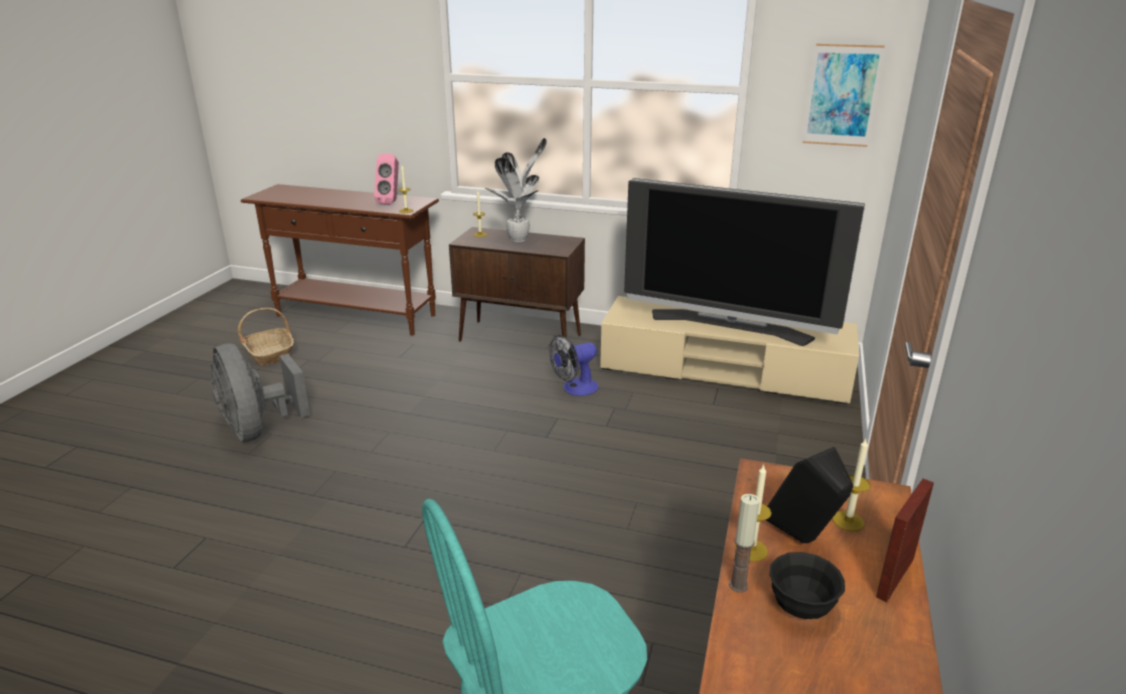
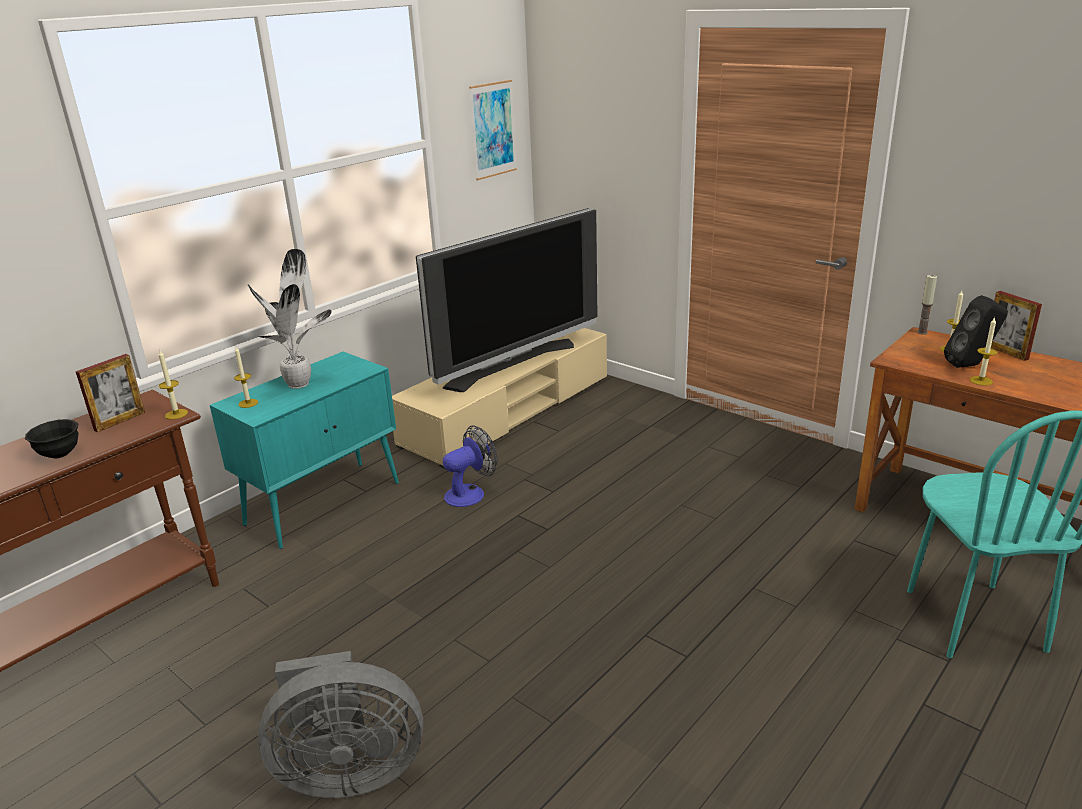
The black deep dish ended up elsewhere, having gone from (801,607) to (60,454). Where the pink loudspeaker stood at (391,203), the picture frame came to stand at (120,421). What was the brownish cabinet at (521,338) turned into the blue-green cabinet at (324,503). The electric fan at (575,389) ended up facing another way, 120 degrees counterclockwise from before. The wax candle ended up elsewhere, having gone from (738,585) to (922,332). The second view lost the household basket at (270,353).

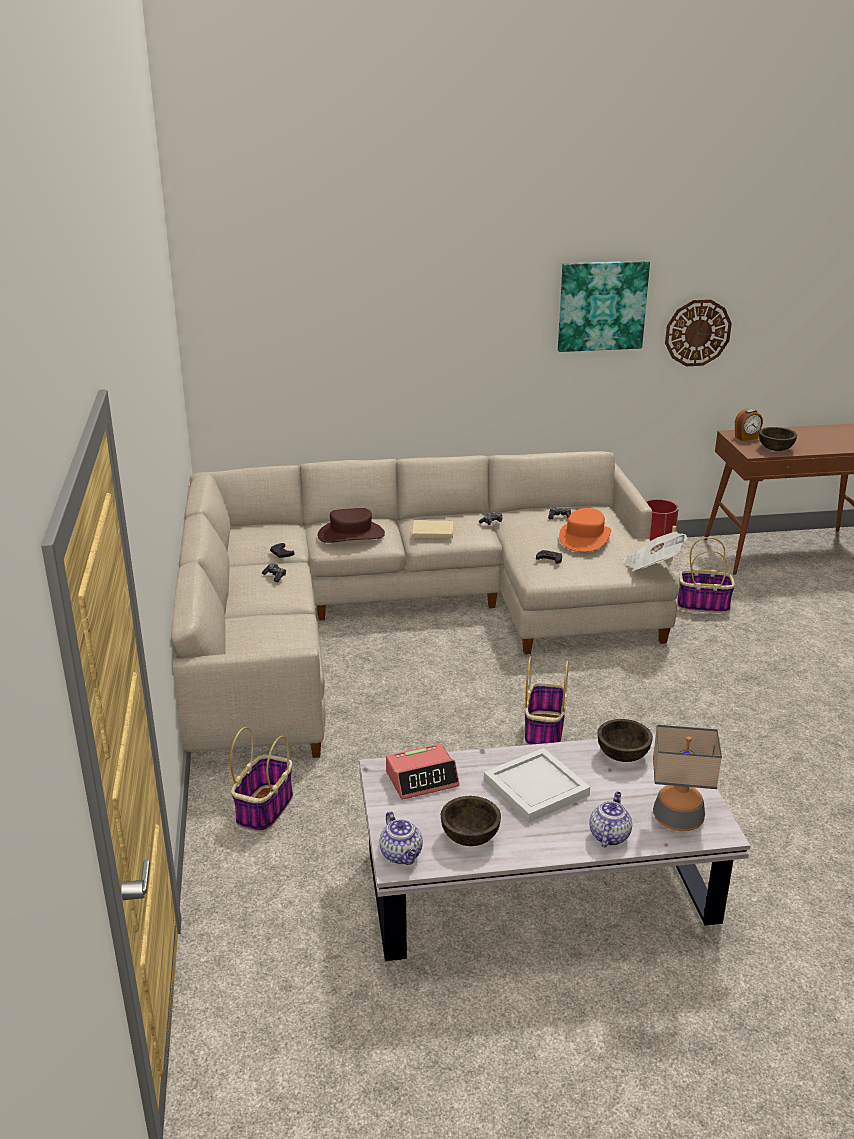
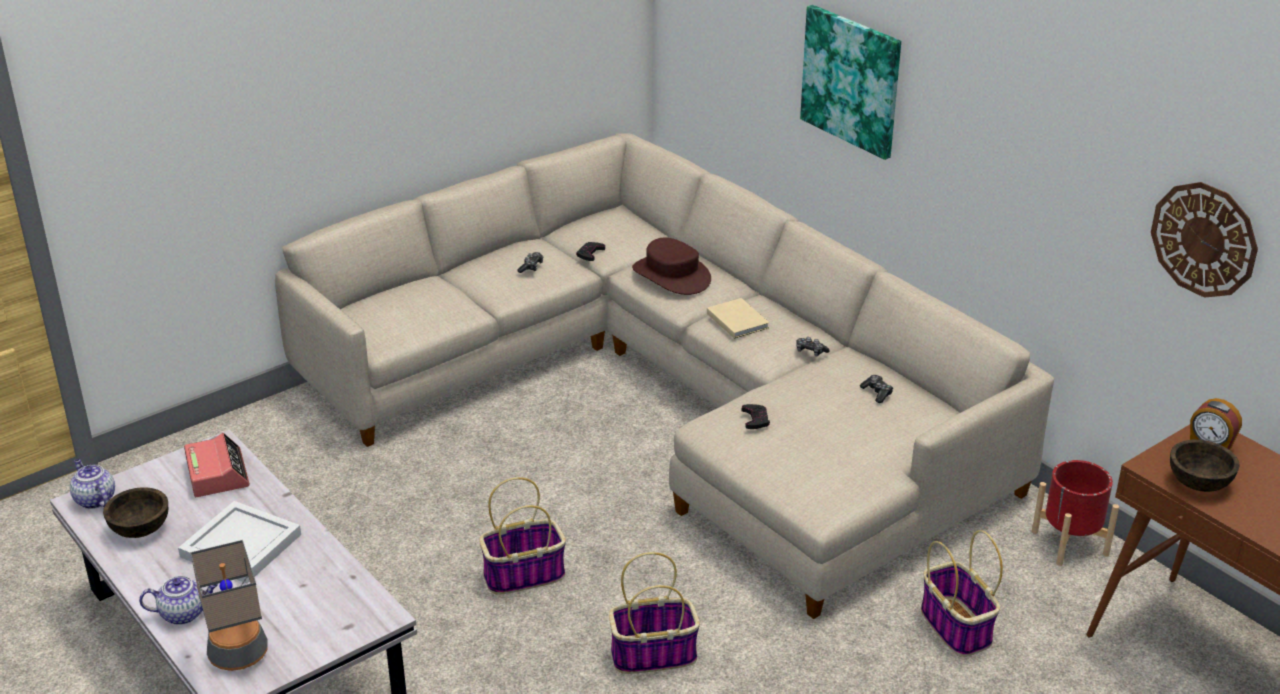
The teapot at (402,855) ended up facing another way, 105 degrees clockwise from before. The alarm clock at (422,779) ended up facing another way, 150 degrees counterclockwise from before. The household basket ended up elsewhere, having gone from (265,808) to (654,654). The picture ended up elsewhere, having gone from (602,305) to (852,80). The second view lost the orange hat at (584,537). The second view lost the brownish deep dish at (623,755). The second view lost the daily paper at (652,565).

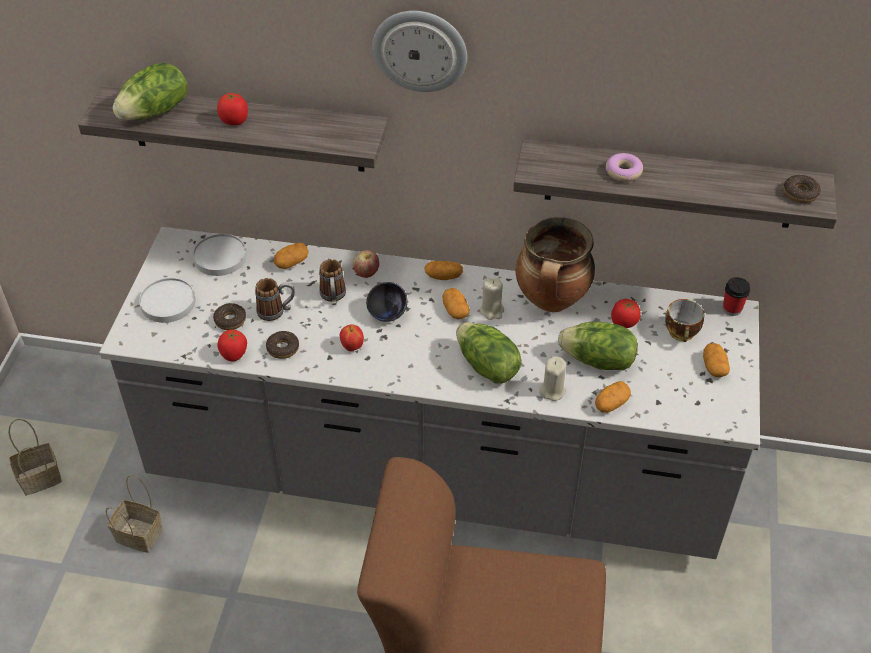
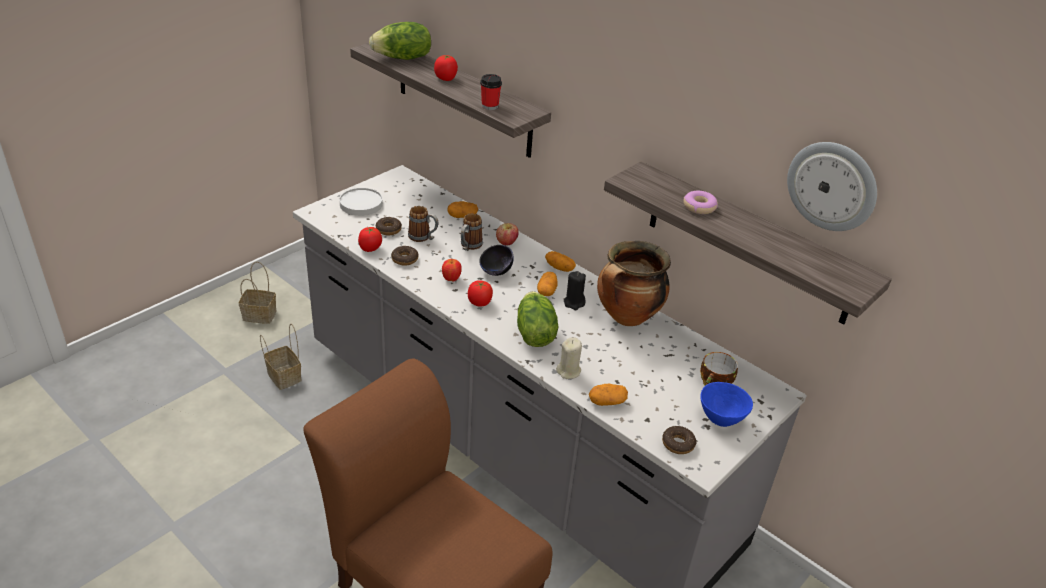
The tomato ended up elsewhere, having gone from (623,323) to (479,303). The drinking cup ended up elsewhere, having gone from (732,309) to (490,106). What was the beige wax candle at (492,311) turned into the black wax candle at (574,303). The ring doughnut ended up elsewhere, having gone from (800,193) to (678,444). Where the whole potato stood at (714,367), the bluish deep dish came to stand at (720,420). The clock on the wall ended up elsewhere, having gone from (420,50) to (832,186). The second view lost the white-coloured dinner plate at (220,257). The second view lost the head of lettuce at (598,361).

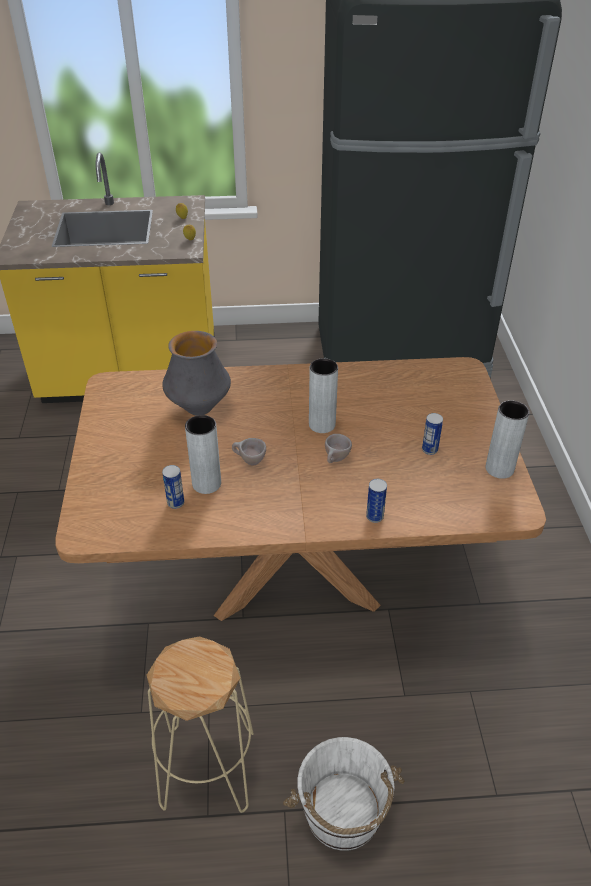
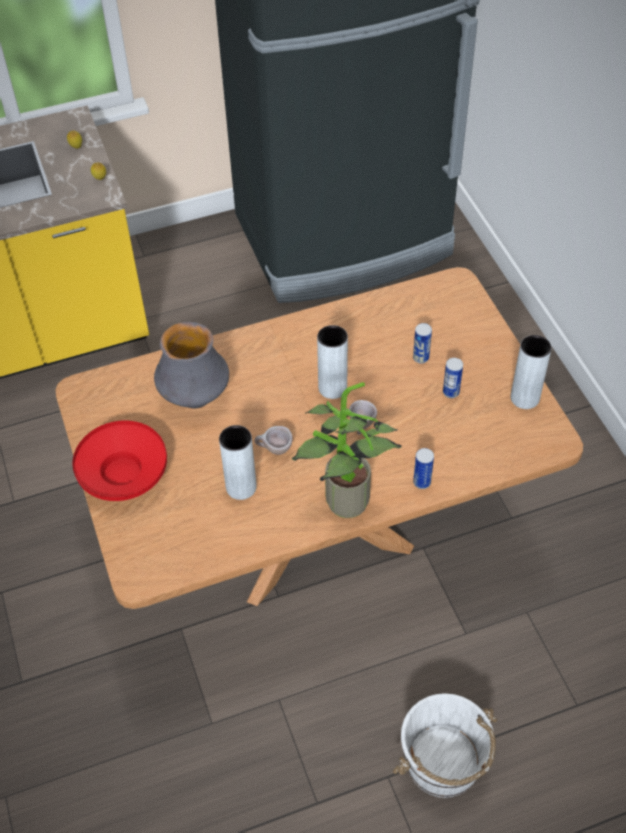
The second view gained the reddish deep dish at (123,475). The second view gained the potted plant at (343,506). The can ended up elsewhere, having gone from (175,503) to (421,357). The second view lost the beige stool seat at (206,768).

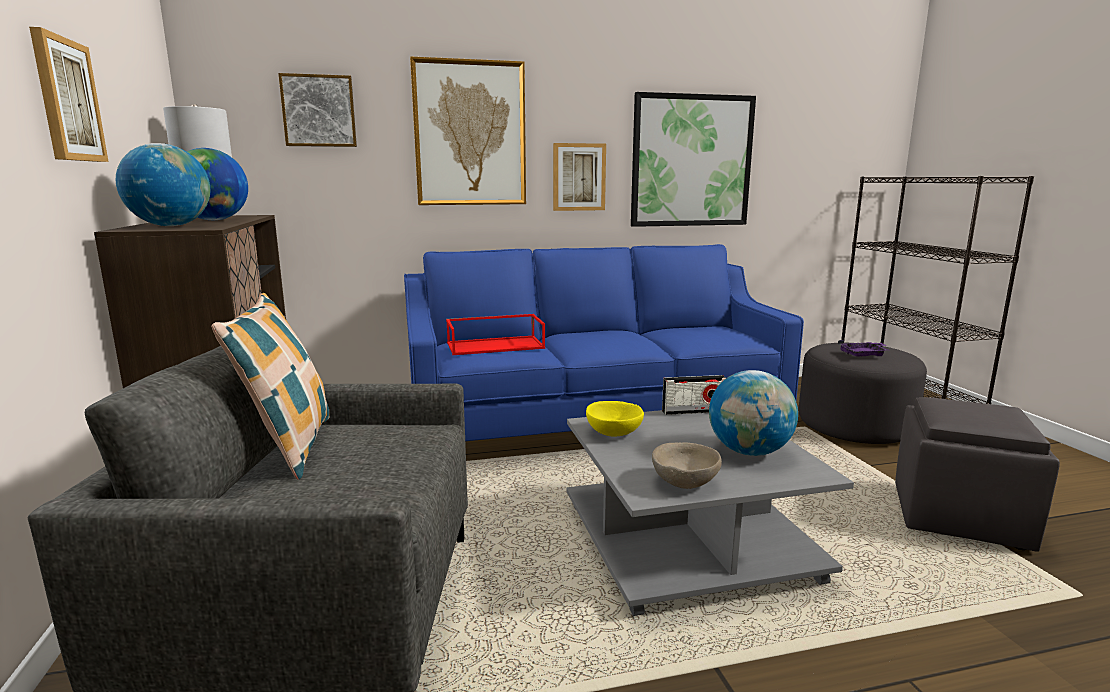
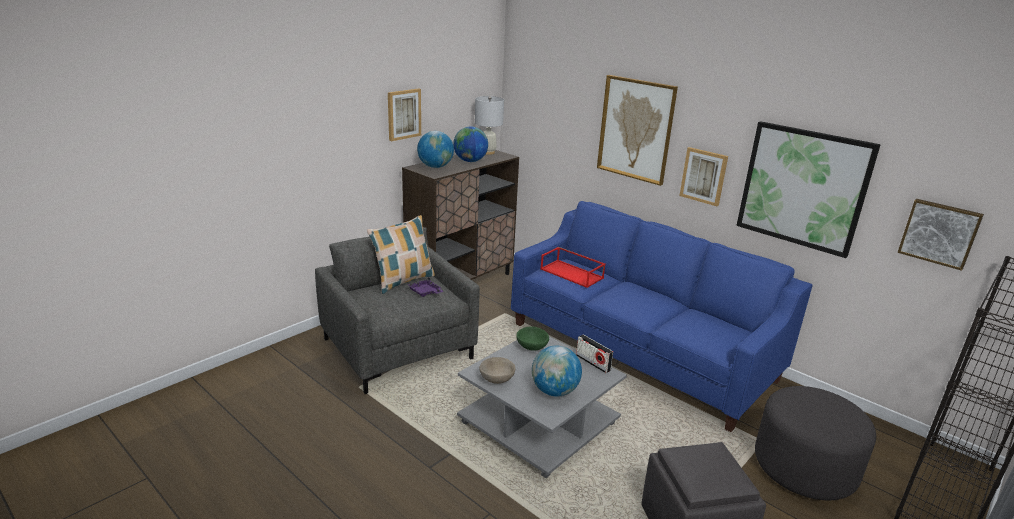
The purple tray ended up elsewhere, having gone from (863,355) to (425,292). What was the yellow deep dish at (614,433) turned into the greenish deep dish at (531,347). The picture ended up elsewhere, having gone from (319,111) to (939,233).

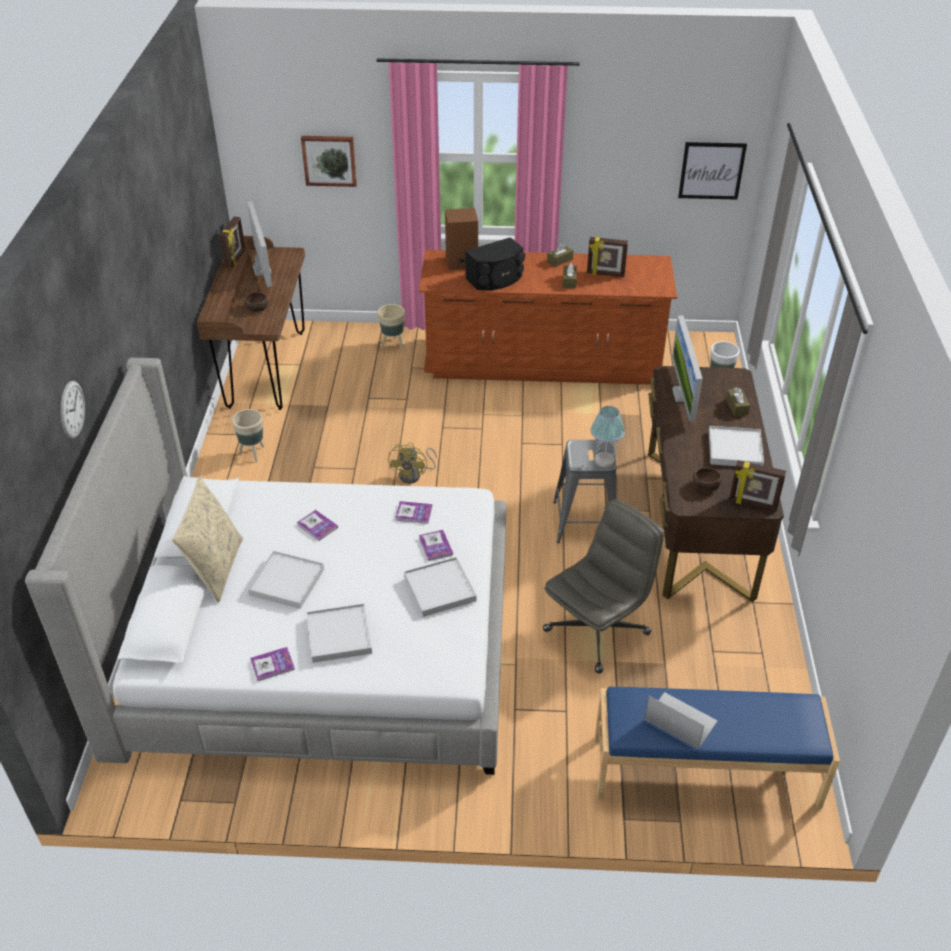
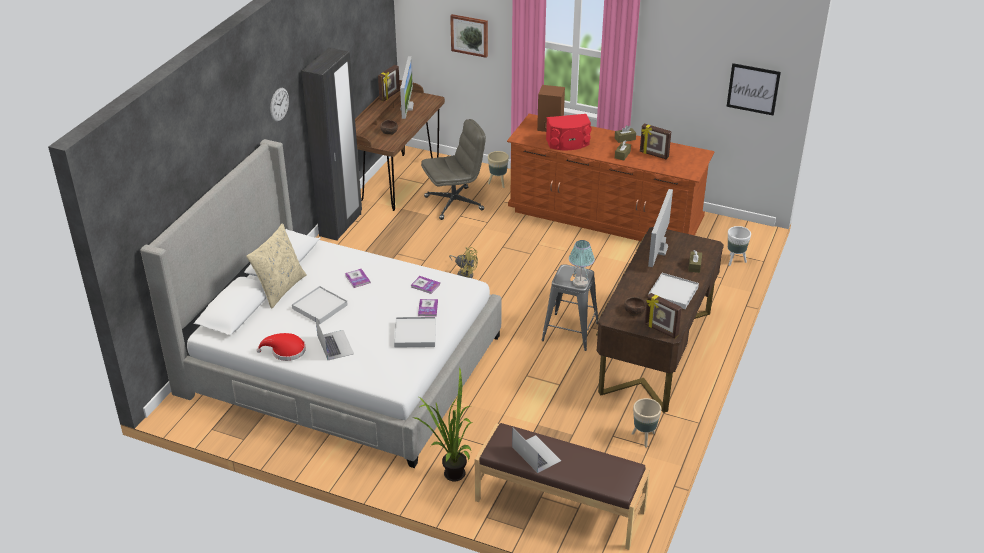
Where the volume stood at (272,665), the reddish hat came to stand at (285,351). The clock on the wall ended up elsewhere, having gone from (72,409) to (279,104). The second view gained the black wardrobe at (341,225). Where the white-coloured tray stood at (339,635), the notebook computer came to stand at (335,345). The second view gained the potted plant at (449,475). The grey office chair ended up elsewhere, having gone from (597,631) to (454,203). The yellow electric fan at (414,475) ended up facing another way, 90 degrees counterclockwise from before. What was the bluish long seat at (705,772) turned into the brownish long seat at (559,506). What was the black loudspeaker at (496,279) turned into the reddish loudspeaker at (568,143). The beige planter ended up elsewhere, having gone from (253,453) to (644,438).

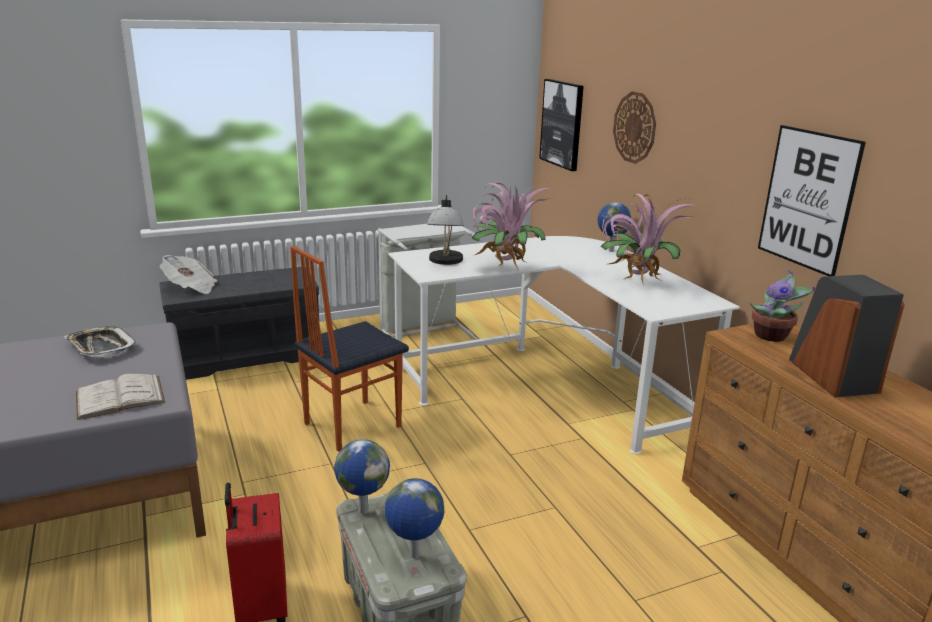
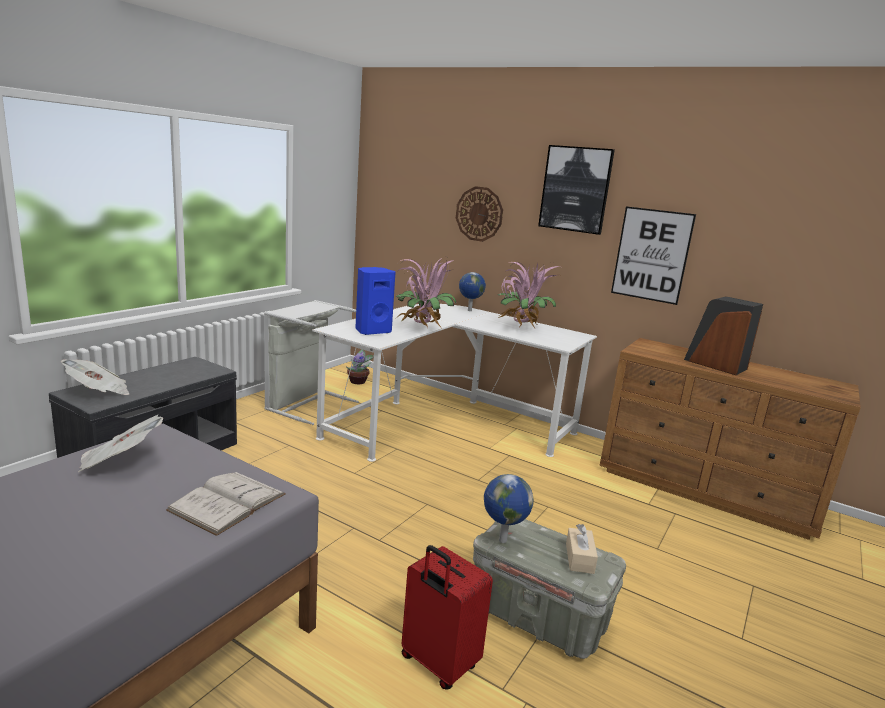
Where the tray stood at (101,347), the daily paper came to stand at (120,462). The potted plant ended up elsewhere, having gone from (772,336) to (358,382). Where the tabletop lamp stood at (445,262), the bluish loudspeaker came to stand at (372,331). The picture ended up elsewhere, having gone from (562,124) to (575,189). Where the desk globe stood at (414,556), the beige box of tissues came to stand at (579,558). The second view lost the plain chair at (351,424).

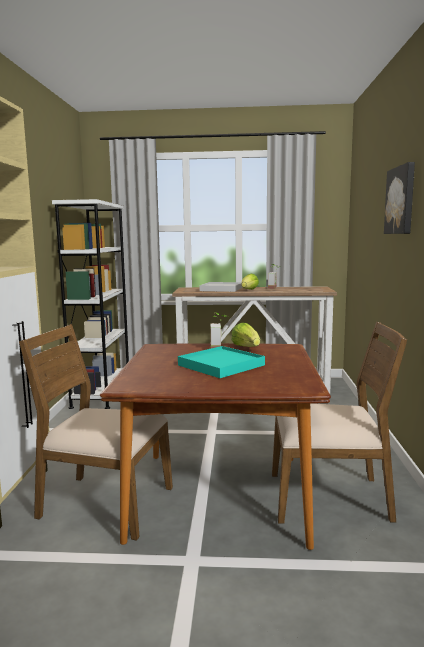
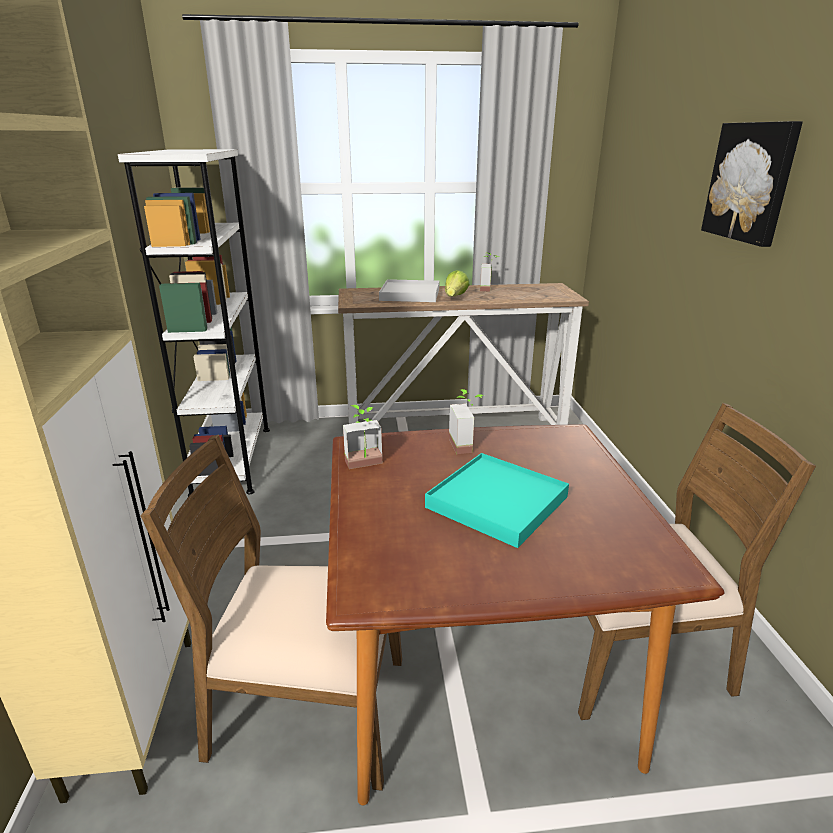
The second view gained the potted plant at (365,465). The second view lost the head of lettuce at (246,347).

